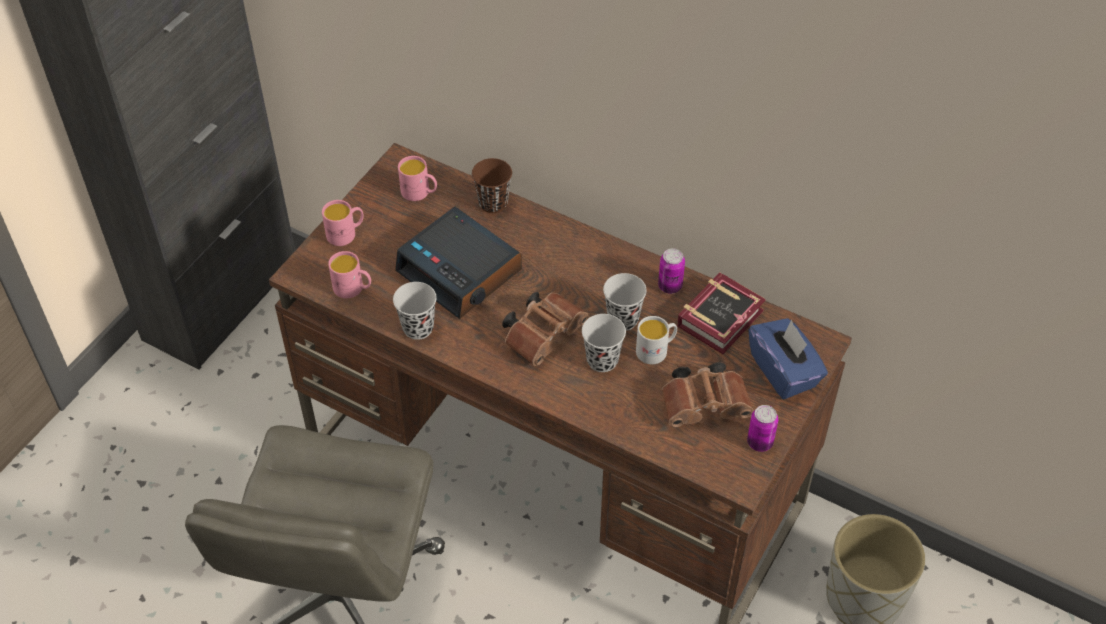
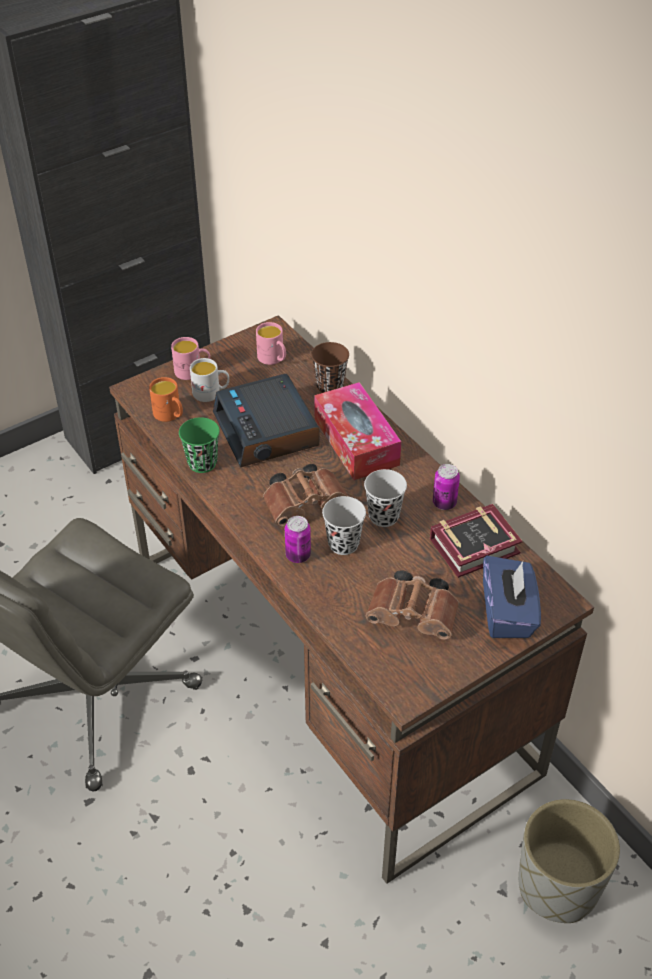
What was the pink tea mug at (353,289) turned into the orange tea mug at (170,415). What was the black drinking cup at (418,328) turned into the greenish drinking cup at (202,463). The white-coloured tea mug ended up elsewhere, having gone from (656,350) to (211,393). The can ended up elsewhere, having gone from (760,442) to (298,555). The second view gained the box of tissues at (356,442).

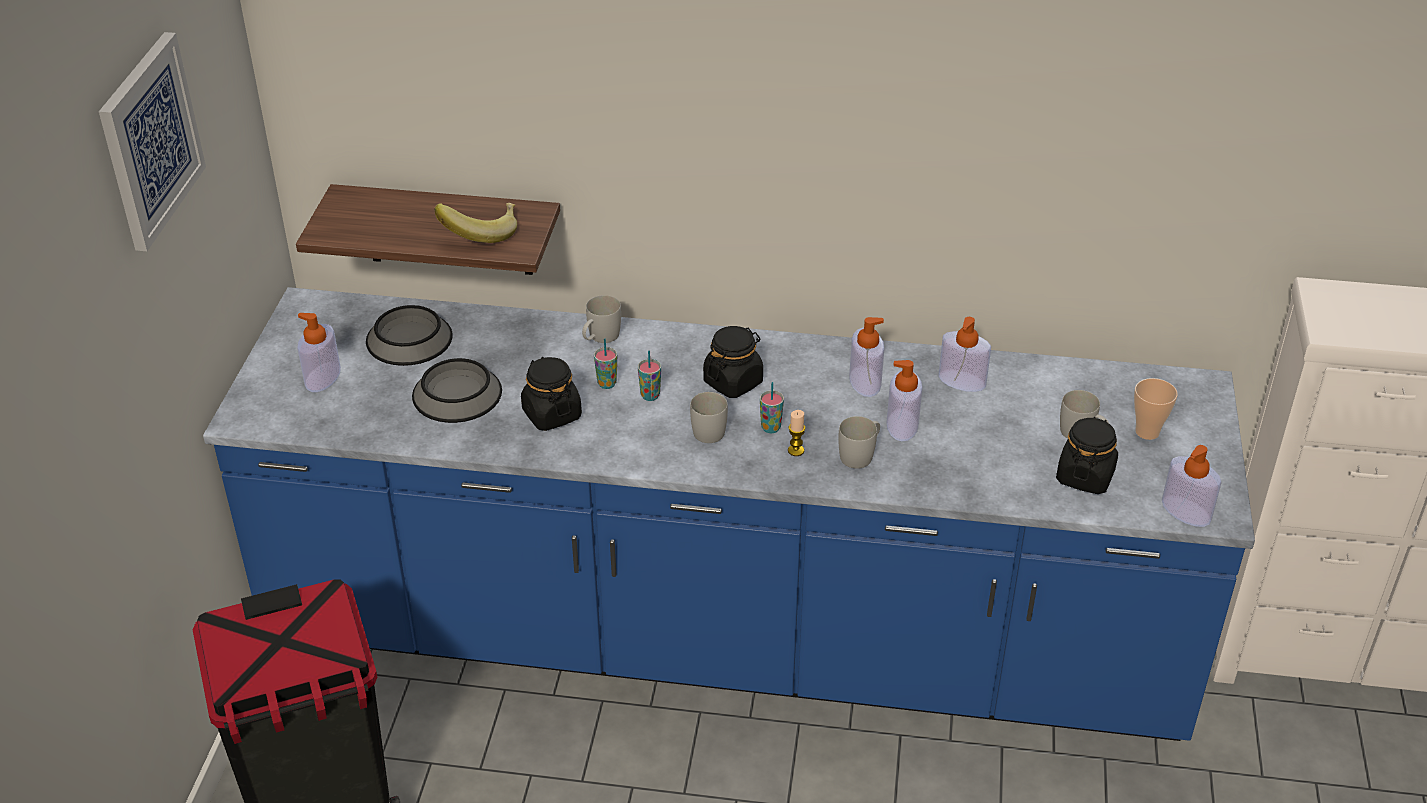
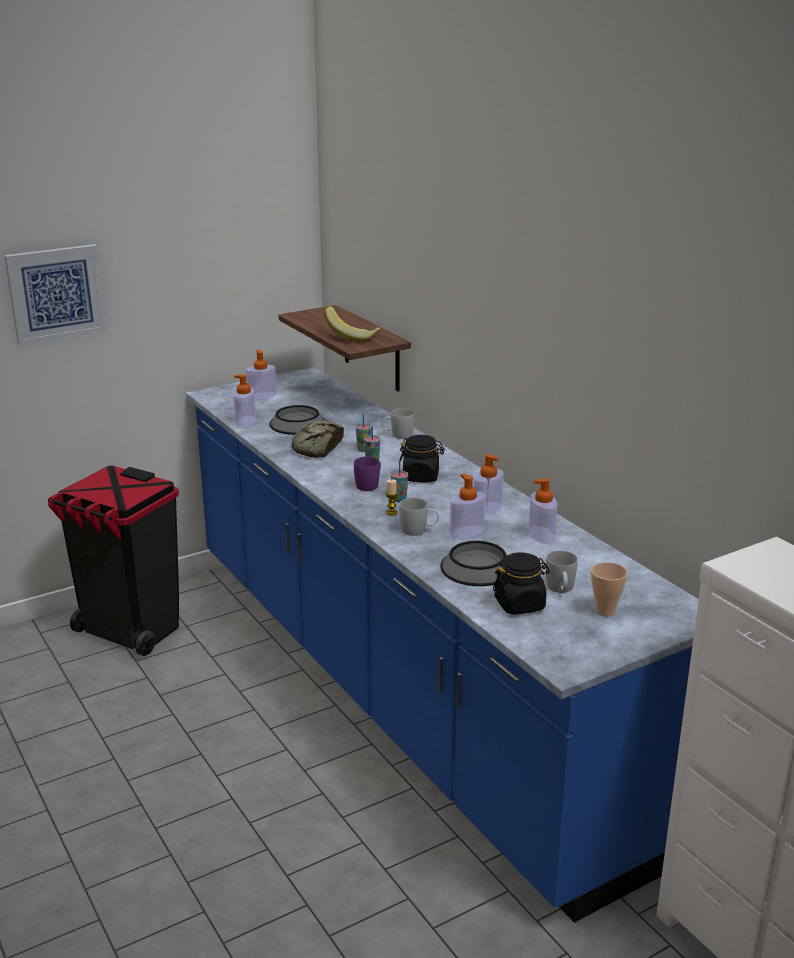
The picture ended up elsewhere, having gone from (150,140) to (56,293). The soap dispenser ended up elsewhere, having gone from (1186,511) to (245,422). Where the black preserve jar stood at (551,414), the bakery bread came to stand at (317,447). What was the white-coloured tea mug at (706,429) turned into the purple tea mug at (369,485). The deep dish ended up elsewhere, having gone from (409,338) to (477,567).

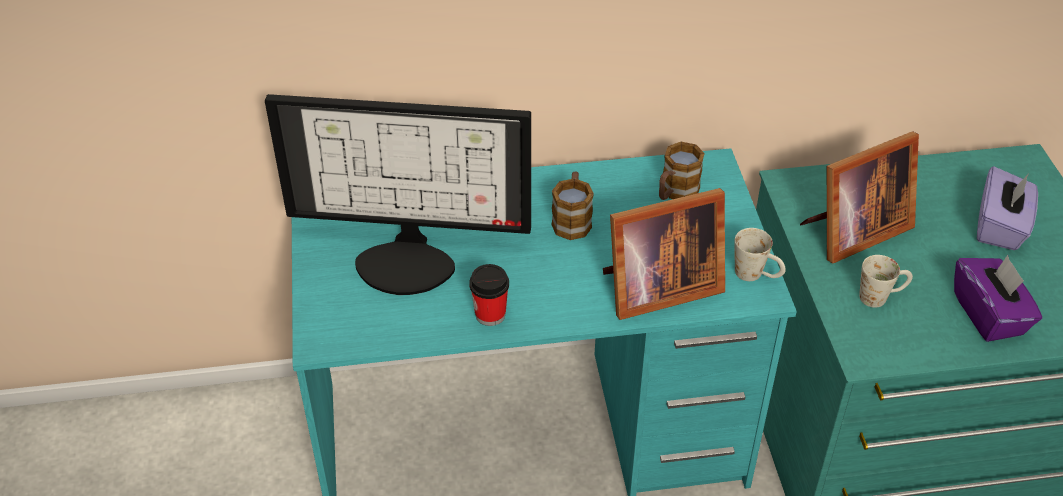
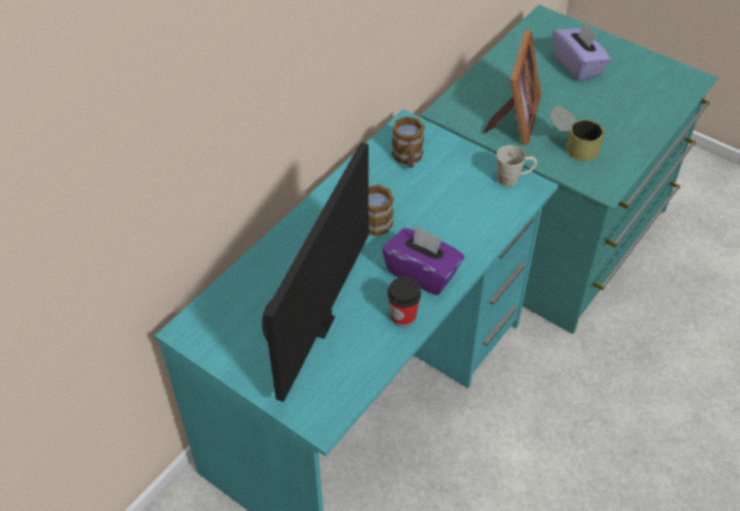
The computer display at (408,259) ended up facing another way, 150 degrees clockwise from before. The purple box of tissues ended up elsewhere, having gone from (989,315) to (422,273). Where the white-coloured tea mug stood at (881,296), the can came to stand at (572,147). The second view lost the picture frame at (656,288).

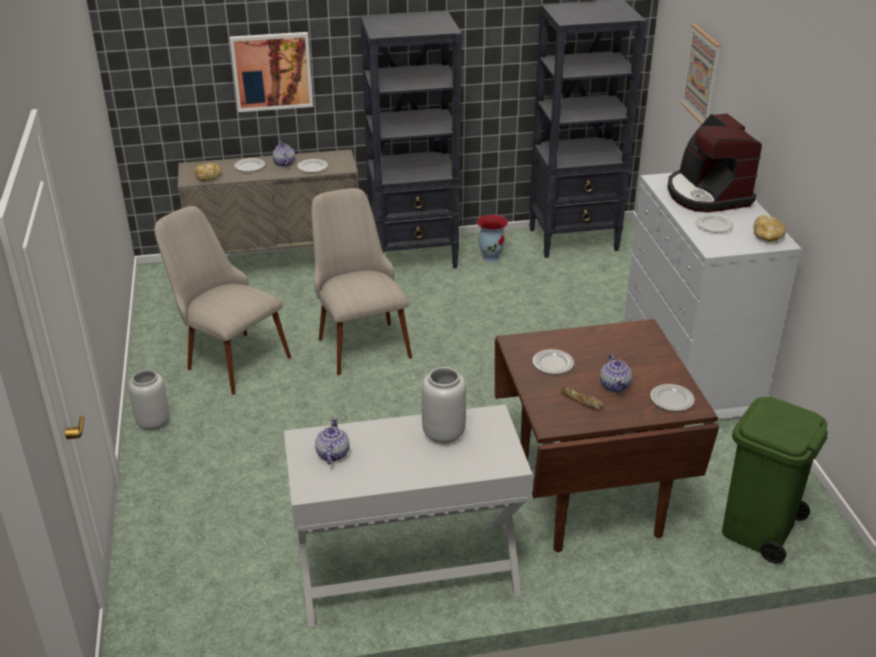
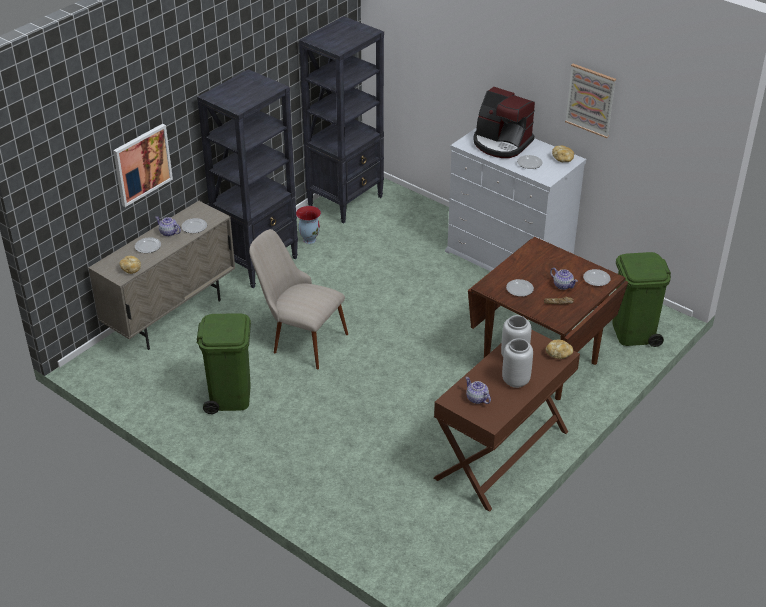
Where the beige plain chair stood at (227,356), the greenish waste bin came to stand at (230,396). What was the white-coloured narrow table at (407,573) turned into the brownish narrow table at (502,455). The grey decorative vase ended up elsewhere, having gone from (153,423) to (516,381). The second view gained the bakery bread at (558,354). The picture ended up elsewhere, having gone from (701,75) to (590,100).

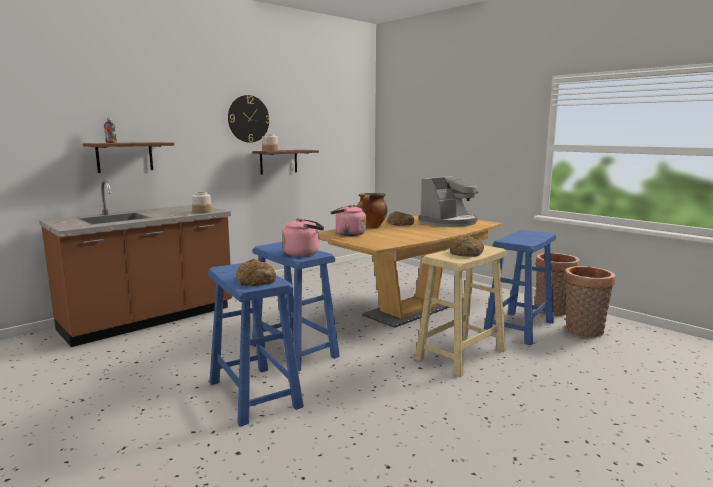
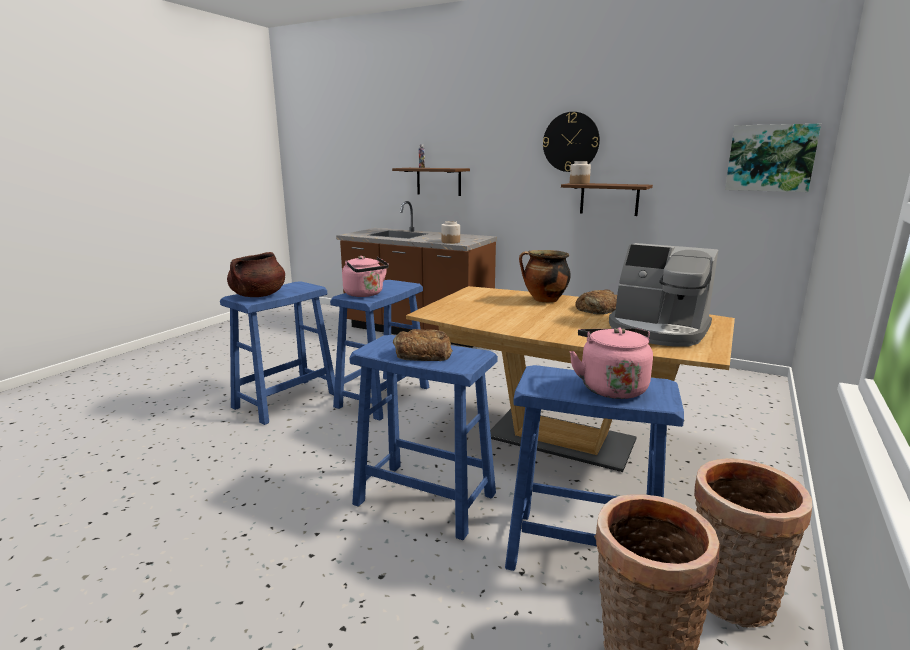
Where the bakery bread stood at (257,280), the brownish stockpot came to stand at (258,295). What was the beige stool seat at (460,355) turned into the bluish stool seat at (424,498). The pink water kettle ended up elsewhere, having gone from (348,234) to (611,387). The second view gained the picture at (770,158).

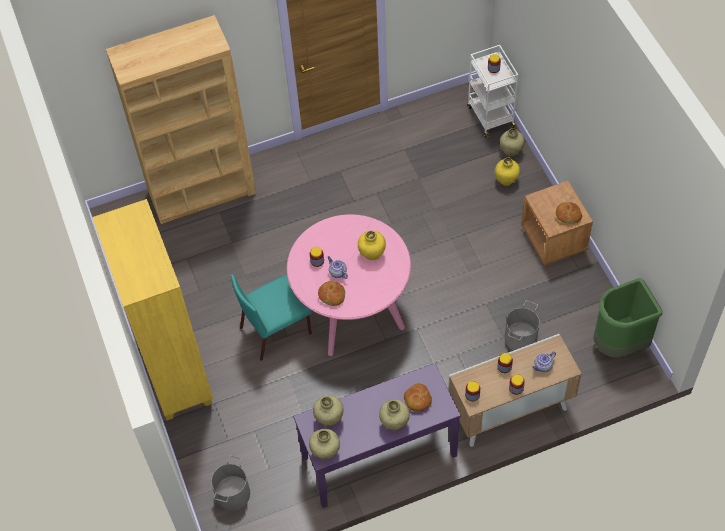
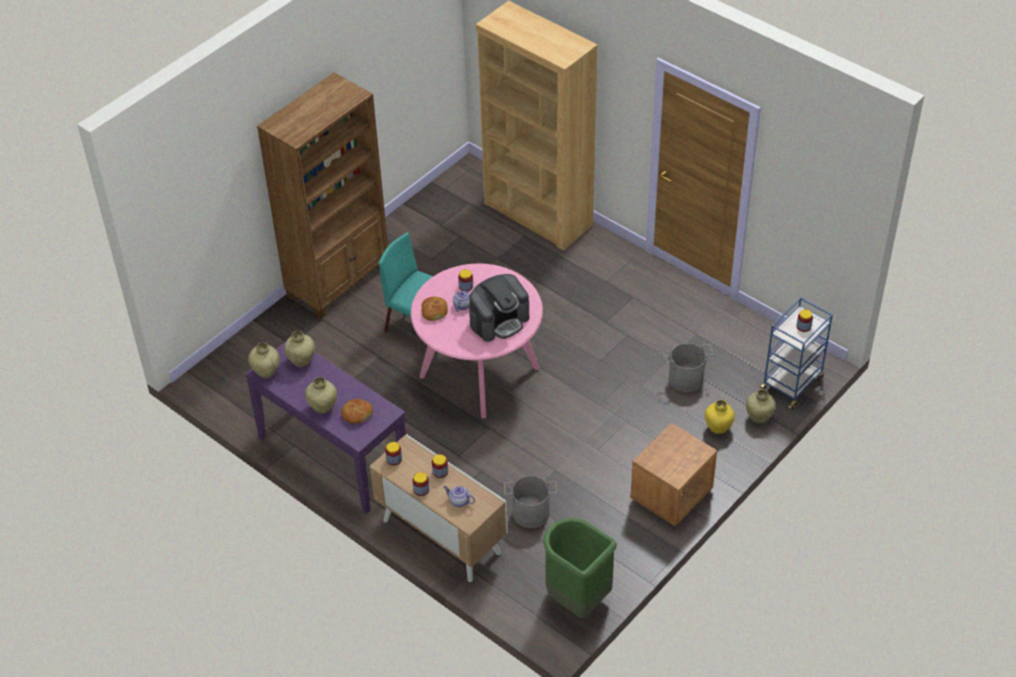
What was the yellow bookcase at (176,371) turned into the brownish bookcase at (339,281). Where the yellow decorative vase stood at (372,254), the coffee machine came to stand at (499,320). The grey bucket ended up elsewhere, having gone from (232,493) to (685,378). What was the white-coloured wheeled cart at (490,116) turned into the bluish wheeled cart at (791,383). The second view lost the bakery bread at (568,215).

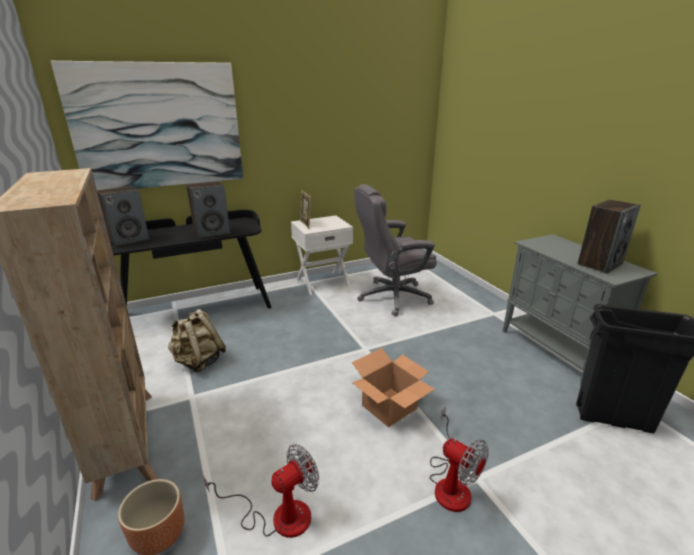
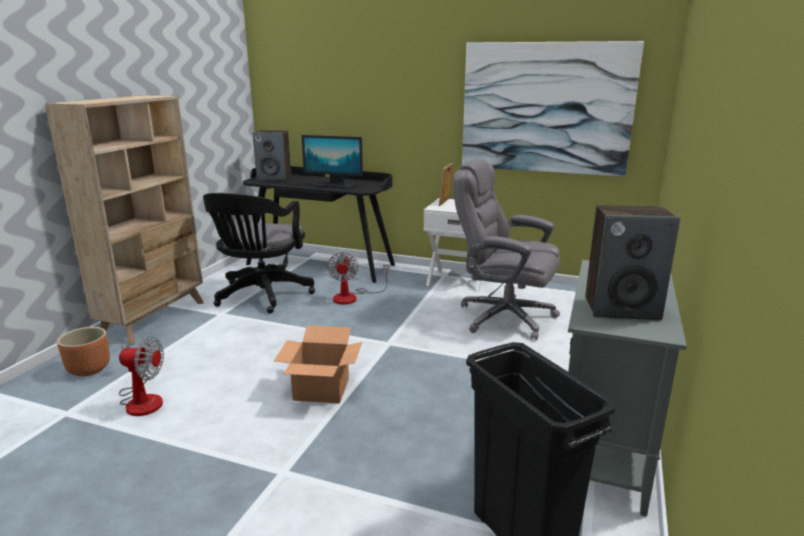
Where the beige backpack stood at (199,362), the black office chair came to stand at (261,296). Where the loudspeaker stood at (212,232), the computer display came to stand at (334,186). The electric fan ended up elsewhere, having gone from (451,483) to (352,297). The picture ended up elsewhere, having gone from (159,126) to (545,108).

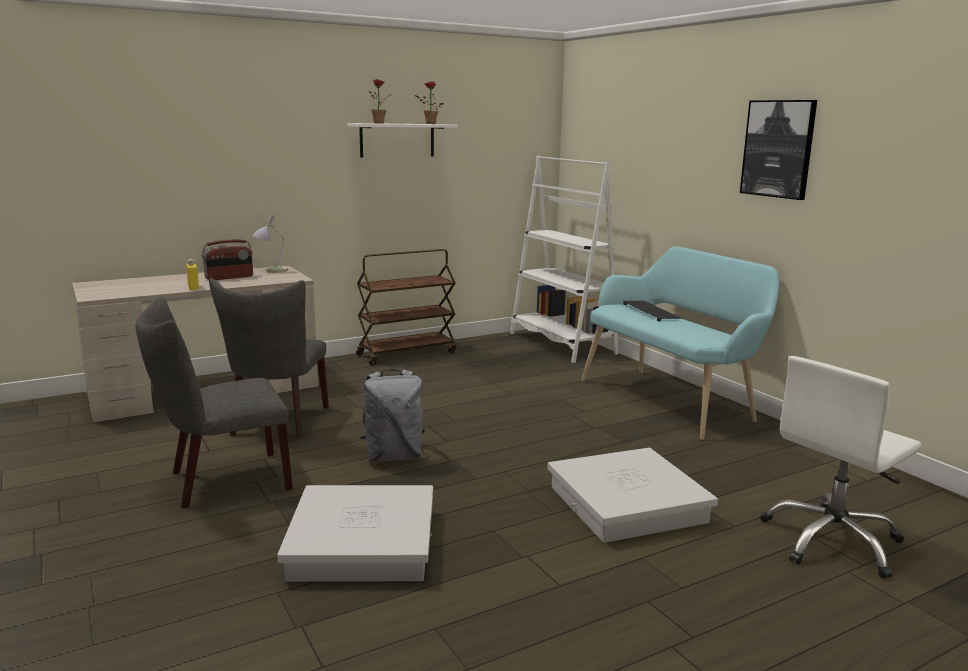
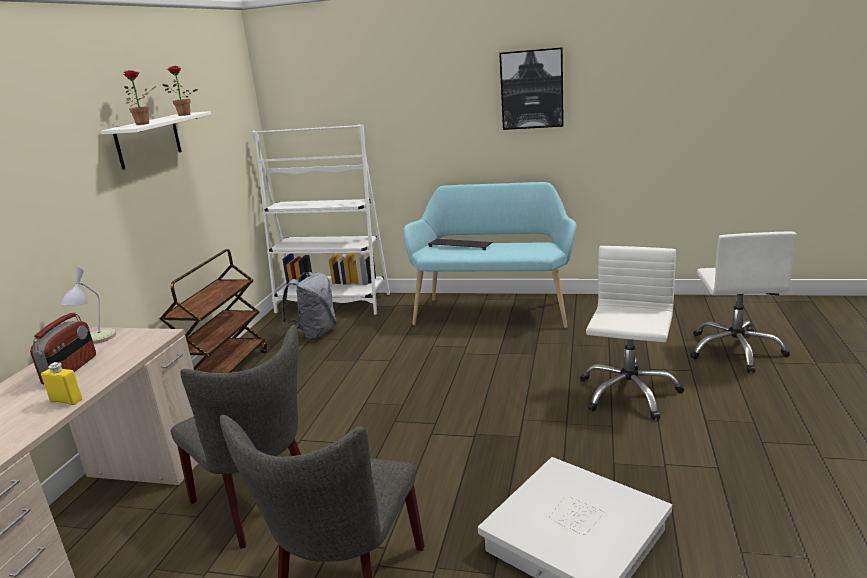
The grey backpack ended up elsewhere, having gone from (393,456) to (315,333). Where the white-coloured storage container stood at (627,504), the white-coloured office chair came to stand at (628,393).

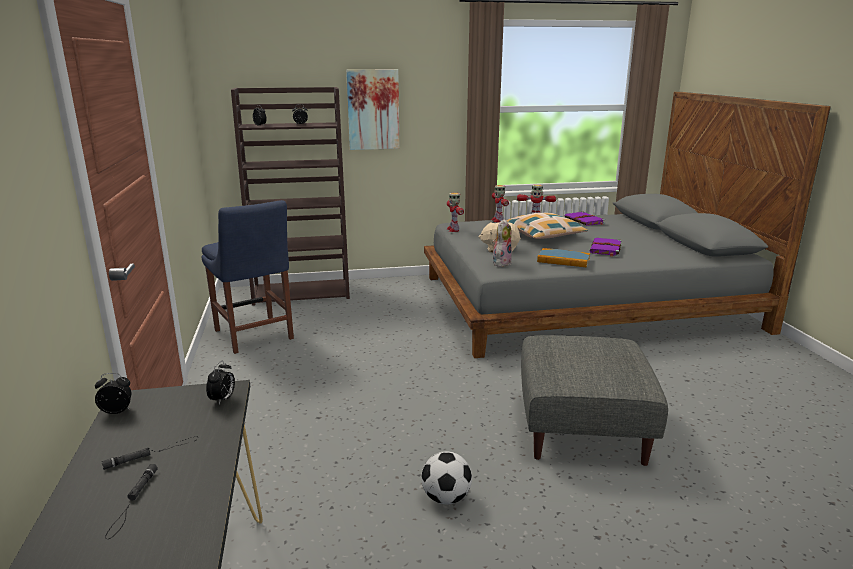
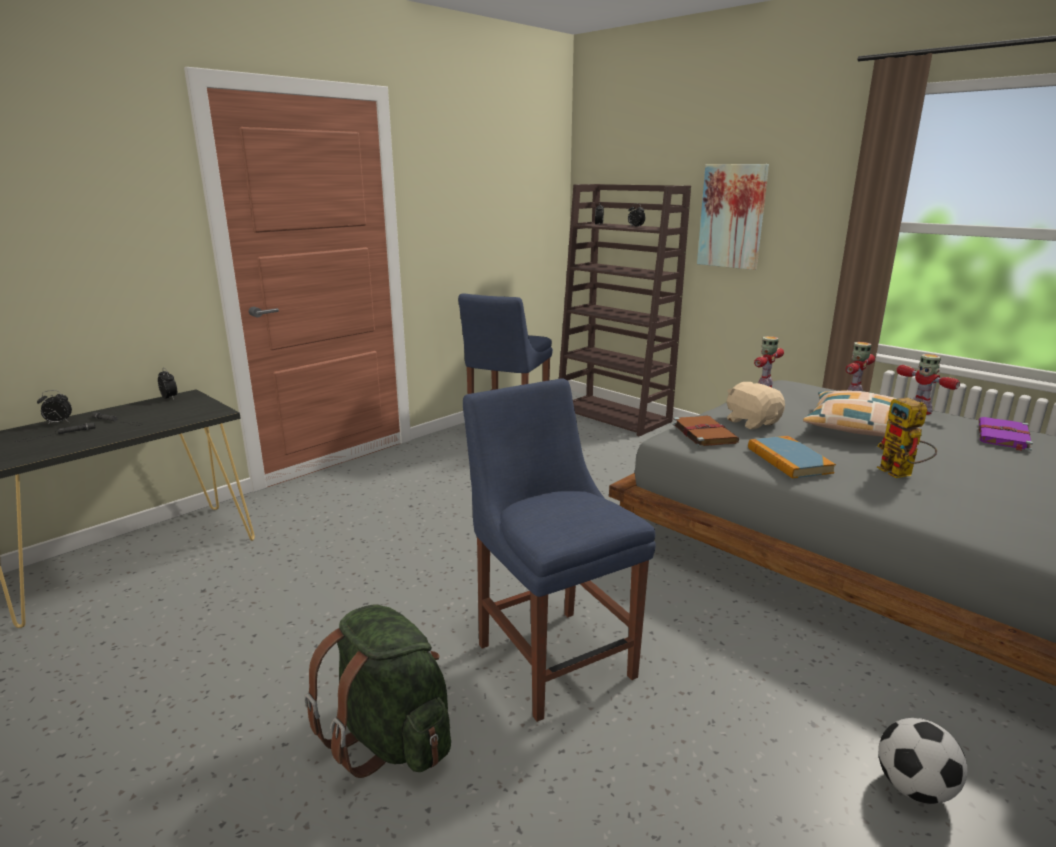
The alarm clock ended up elsewhere, having gone from (223,399) to (58,423). The second view gained the greenish backpack at (391,738). Where the grey footrest stood at (581,427), the bluish plain chair came to stand at (552,655). Where the soft toy stood at (501,263), the brownish volume came to stand at (703,433). Where the purple volume stood at (605,249), the model robot came to stand at (901,474). The football ball ended up elsewhere, having gone from (446,498) to (913,788).

